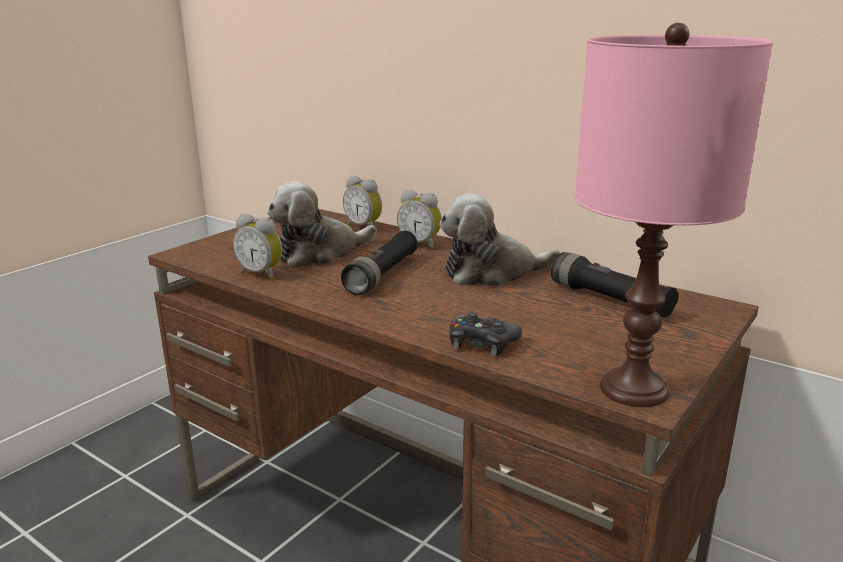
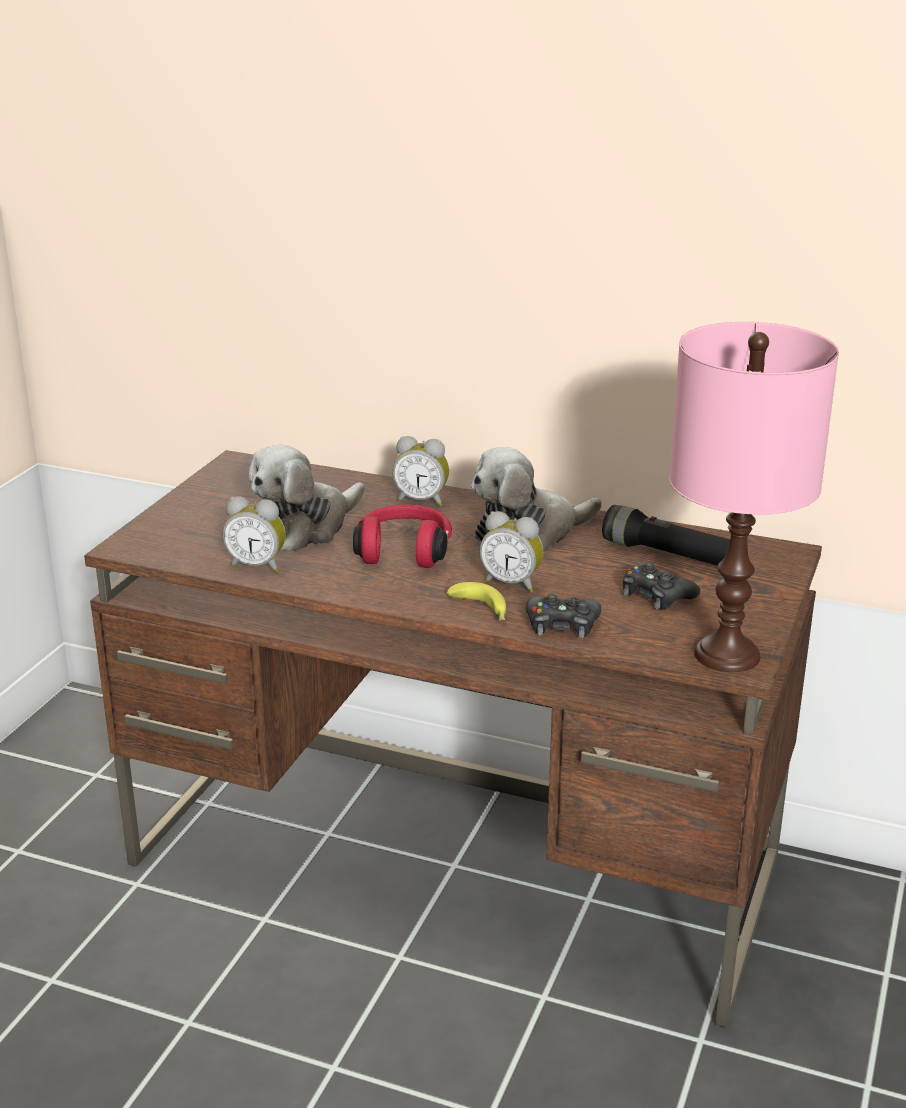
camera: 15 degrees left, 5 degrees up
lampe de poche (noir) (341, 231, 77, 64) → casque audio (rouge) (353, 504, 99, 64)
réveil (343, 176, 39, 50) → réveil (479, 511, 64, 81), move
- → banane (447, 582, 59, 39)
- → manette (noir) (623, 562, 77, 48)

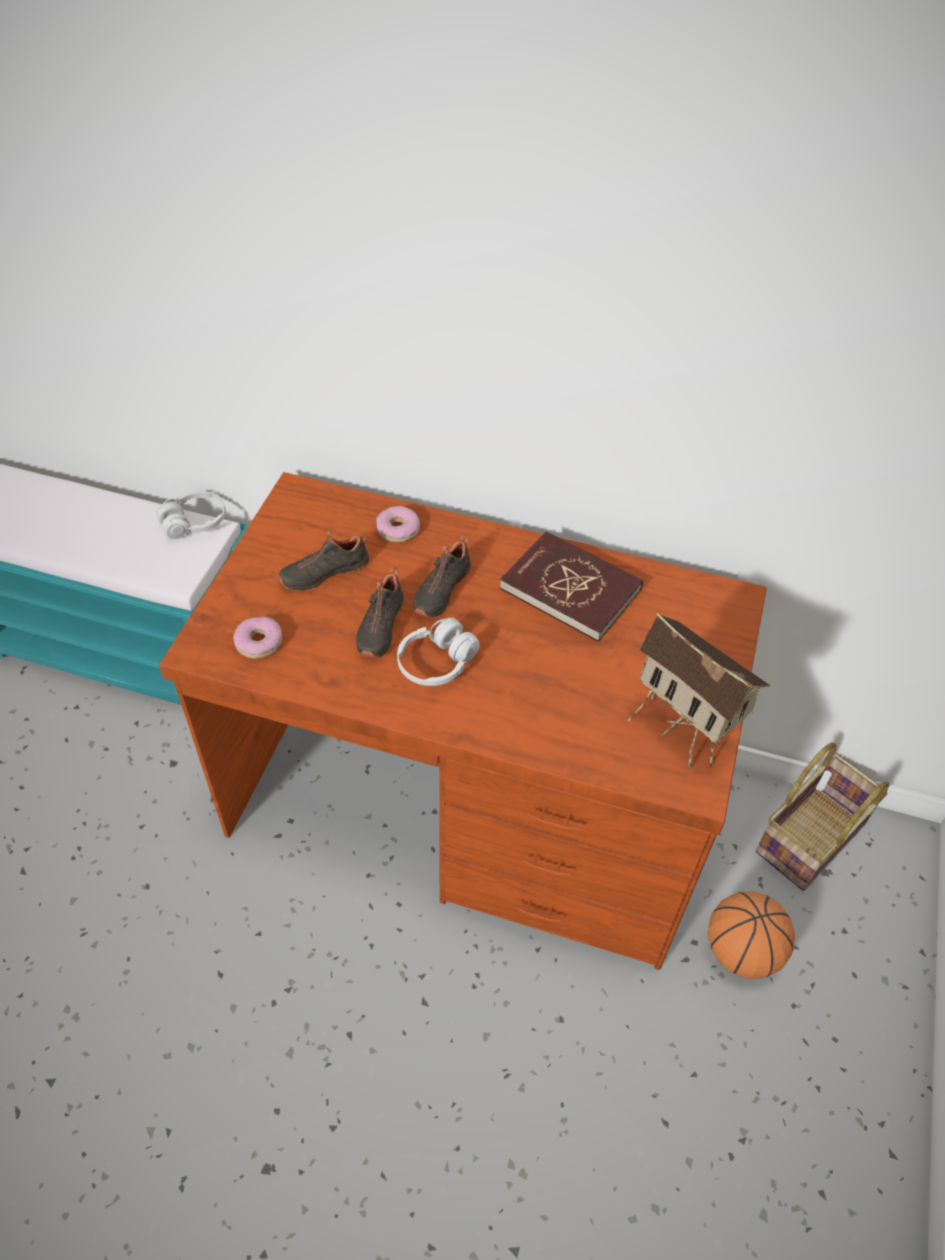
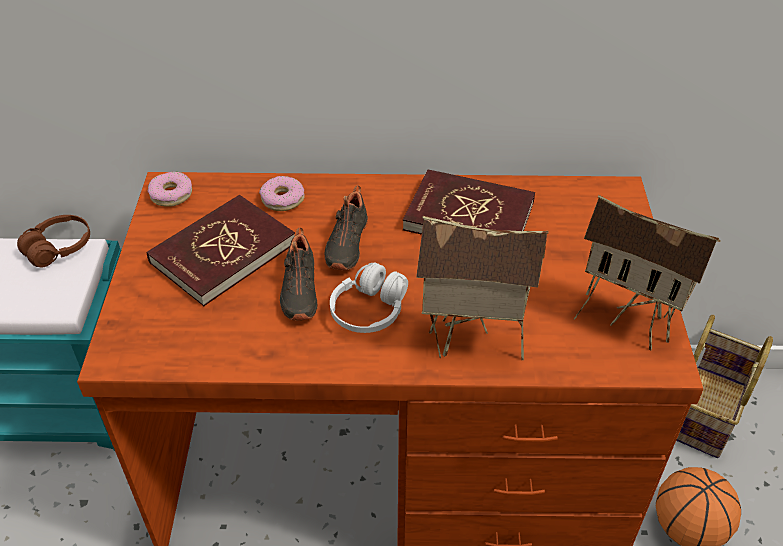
camera: 15 degrees left, 5 degrees down
casque audio (blanc) (157, 491, 69, 48) → casque audio (marron) (17, 215, 73, 53)
beignet (233, 616, 49, 43) → beignet (148, 171, 44, 36), move
chaussure (noir) (278, 531, 91, 60) → livre (rouge) (147, 195, 148, 111)
- → maison miniature (416, 216, 133, 144)

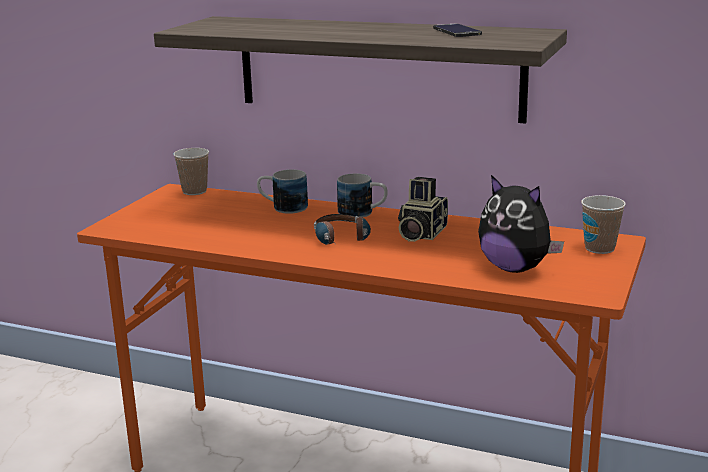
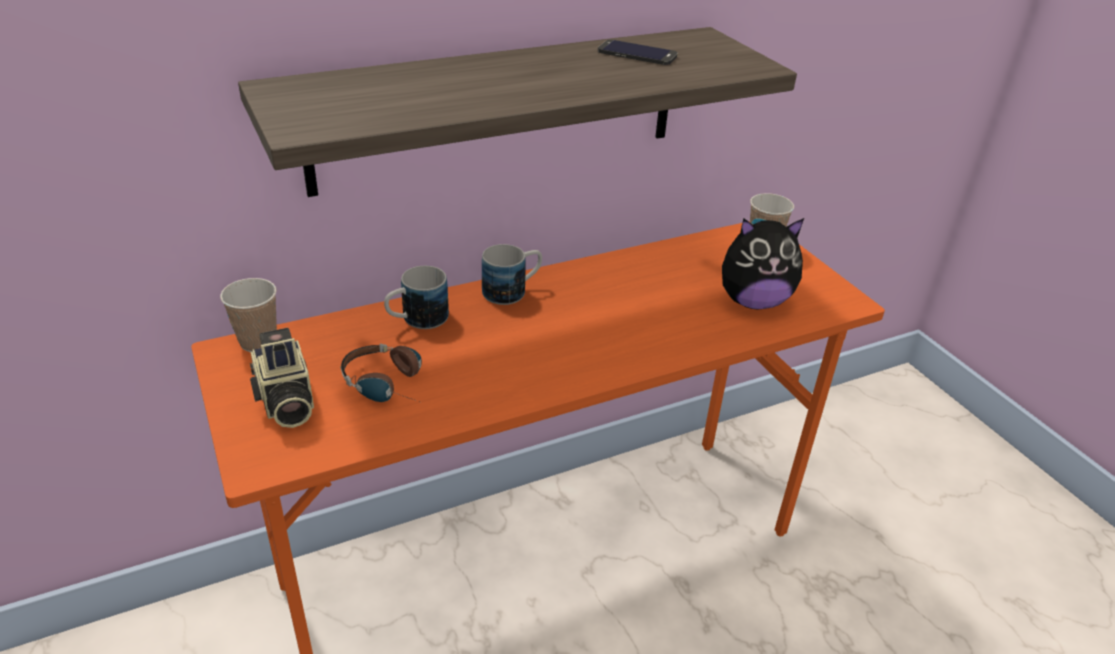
camera: 50 degrees left, 15 degrees up
casque audio (314, 214, 57, 32) → casque audio (340, 344, 82, 59), move
appareil photo (398, 177, 50, 65) → appareil photo (250, 328, 64, 100), move

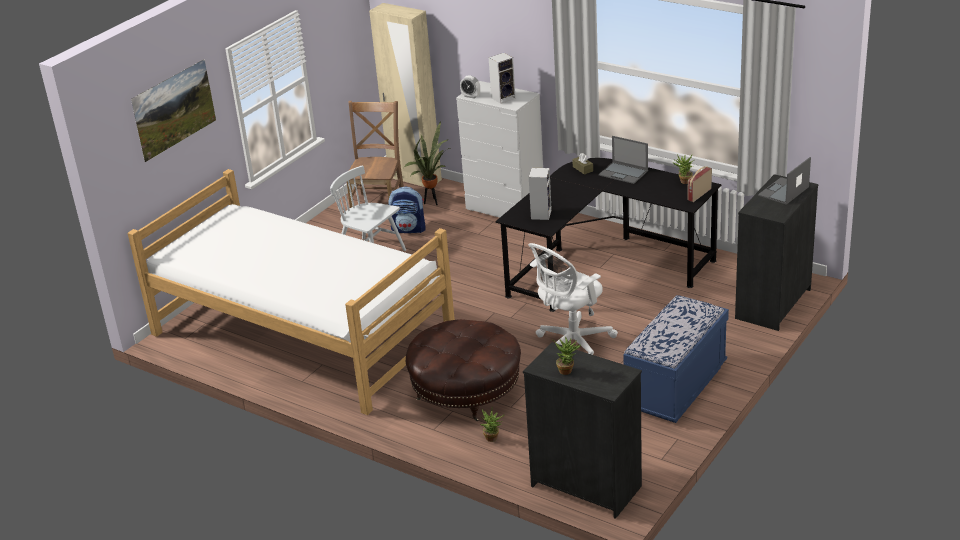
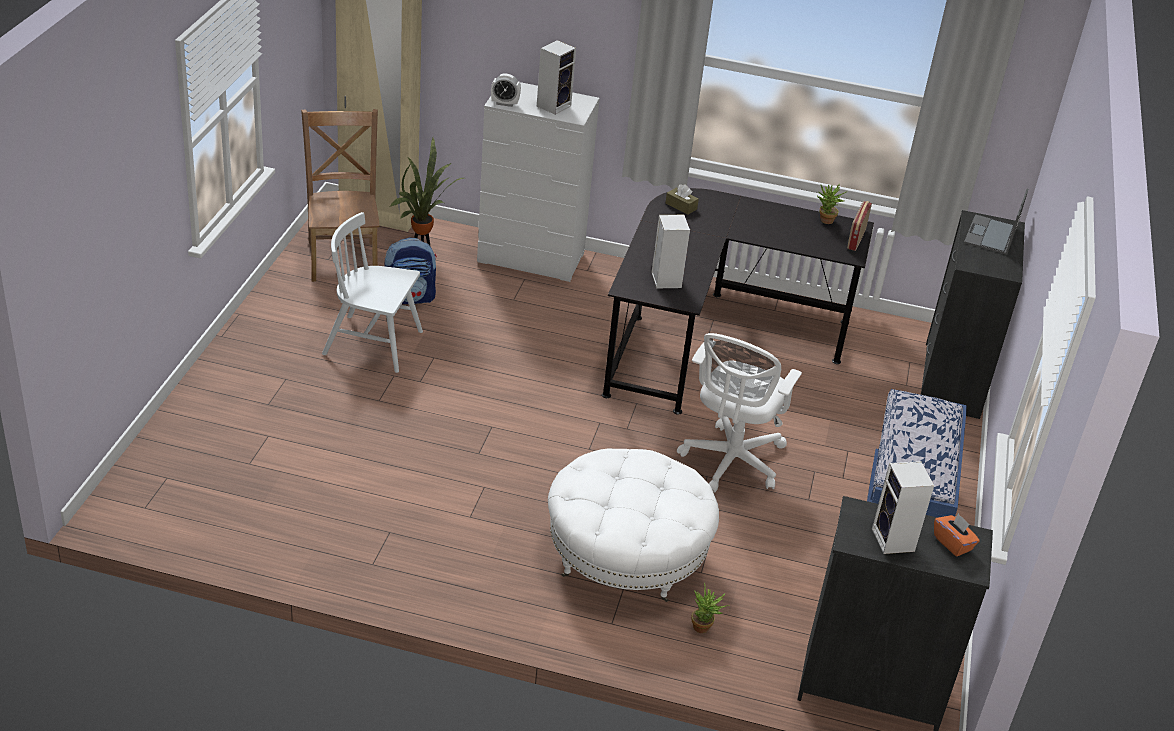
camera: 25 degrees left, 5 degrees up
lit (128, 169, 327, 246) → -
tableau (131, 59, 85, 103) → -
pouf (marron) (406, 319, 115, 102) → pouf (blanc) (548, 449, 171, 153)
plante en pot (553, 337, 28, 38) → enceinte (872, 461, 62, 93)
ordinateur portable (599, 136, 49, 48) → -
- → boîte à mouchoirs (orange) (934, 513, 46, 44)

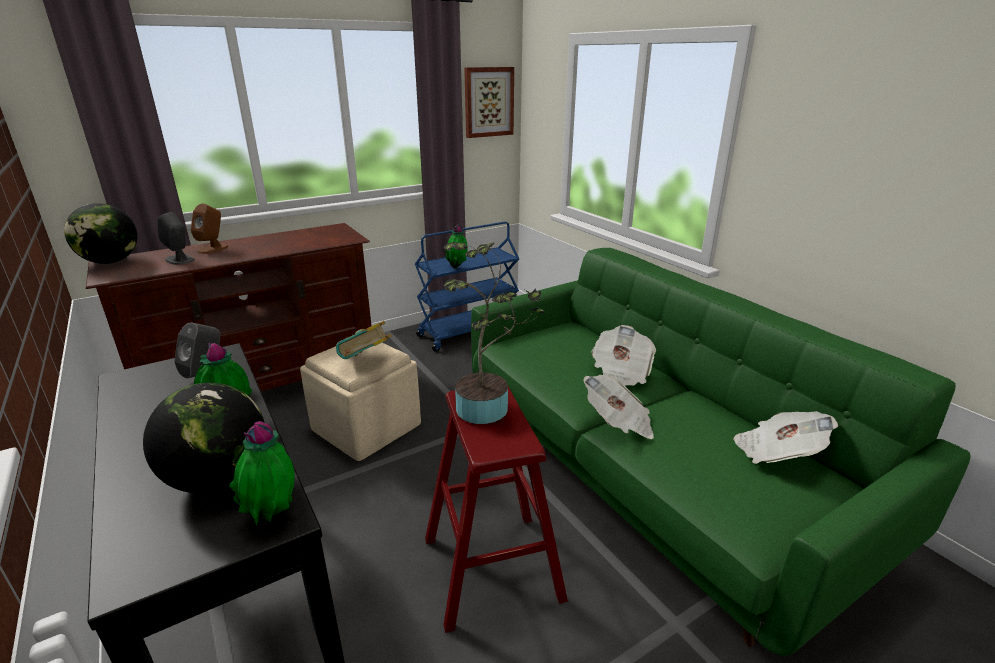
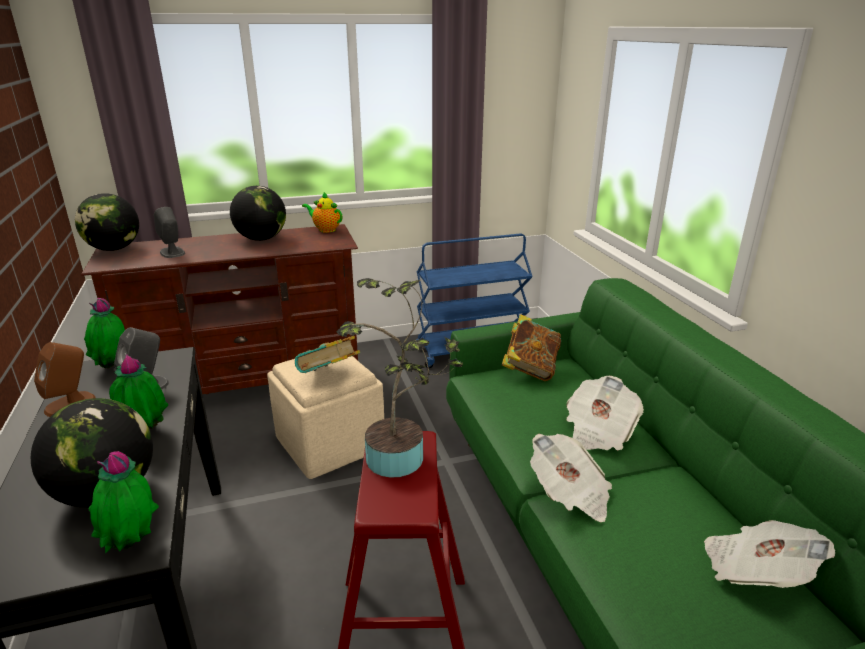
camera: 15 degrees right, 0 degrees up
enceinte (marron) (191, 203, 37, 51) → enceinte (marron) (34, 342, 62, 75), move
plante en pot (445, 224, 23, 44) → plante en pot (84, 298, 41, 70), move
tableau (464, 67, 50, 71) → -
- → globe (230, 186, 56, 55)
- → théière (302, 192, 40, 41)
- → livre (502, 314, 59, 67)

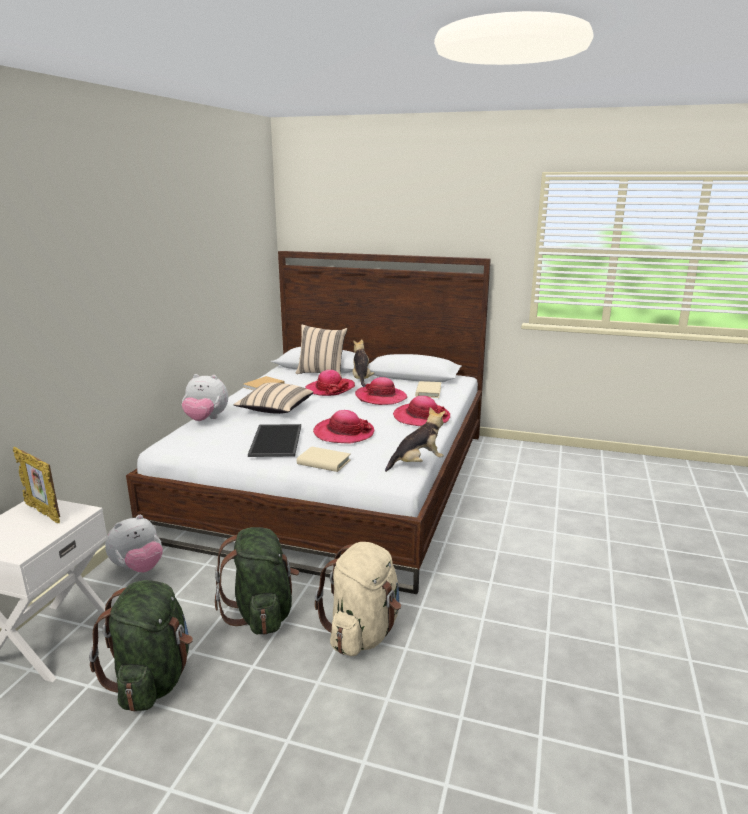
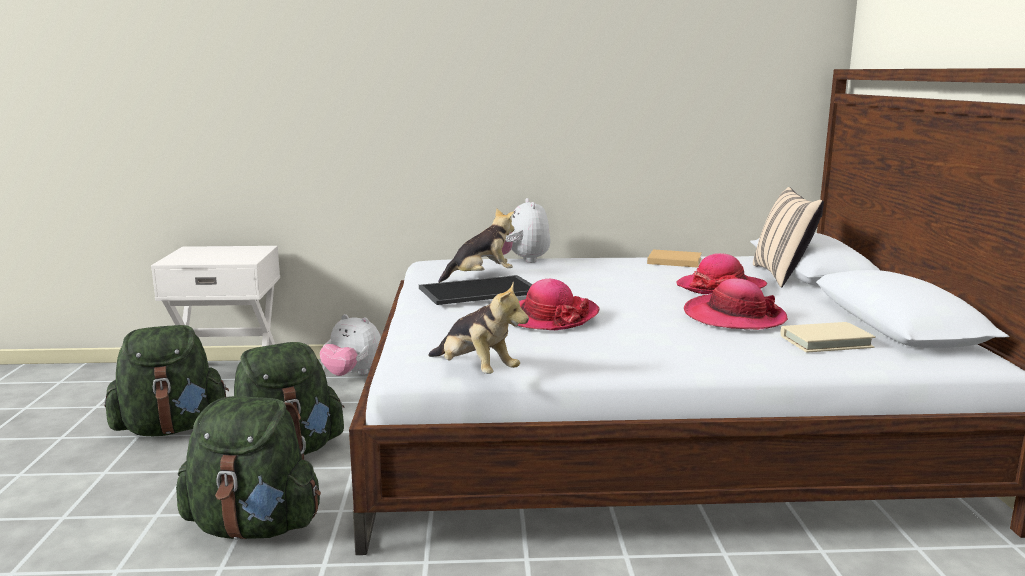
camera: 70 degrees right, 5 degrees down
cadre photo (13, 447, 47, 76) → -
coussin (beige) (234, 383, 79, 31) → -
livre (beige) (297, 446, 54, 26) → -
sac à dos (beige) (315, 542, 86, 114) → sac à dos (vert) (176, 396, 145, 144)
peluche (352, 339, 22, 48) → peluche (438, 208, 76, 75), move
chapeau (393, 396, 57, 30) → -

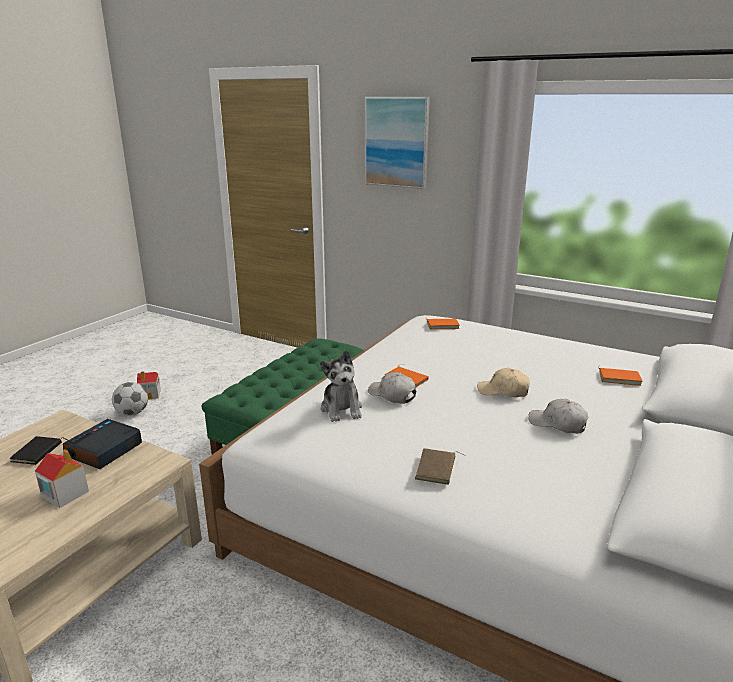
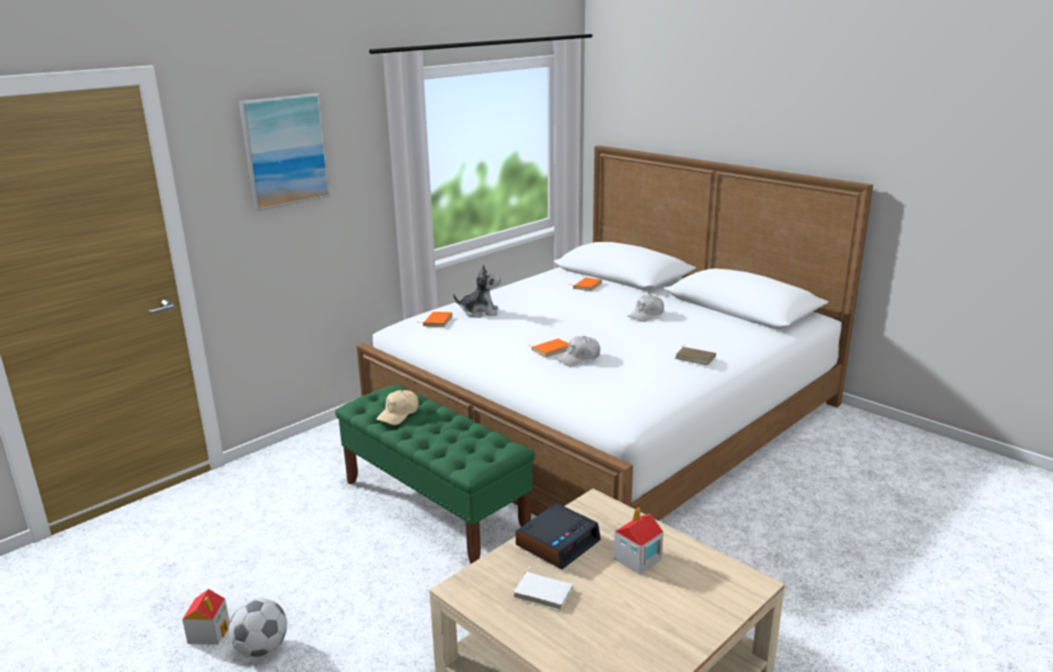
camera: 75 degrees left, 0 degrees up
livre (noir) (10, 436, 57, 29) → livre (blanc) (513, 566, 60, 44)
réveil (63, 419, 79, 50) → réveil (515, 503, 86, 66), 90 degrees counterclockwise
peluche (320, 350, 42, 72) → peluche (453, 264, 48, 54), move
casquette (beige) (477, 368, 53, 29) → casquette (beige) (376, 390, 43, 35), move

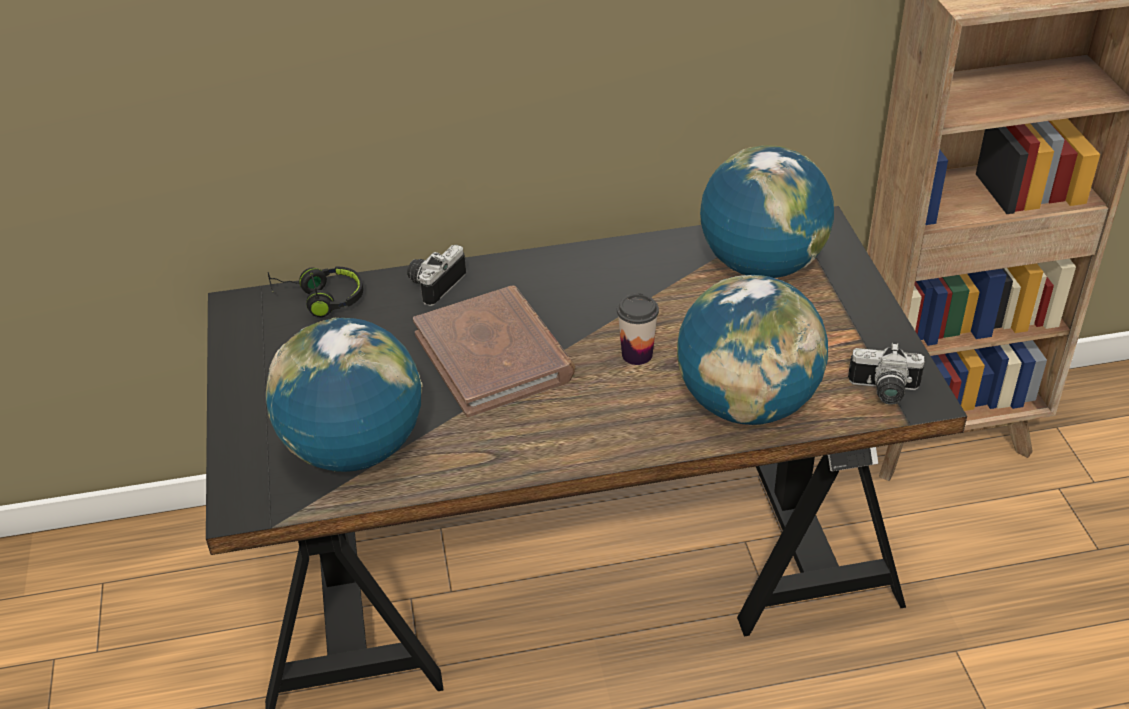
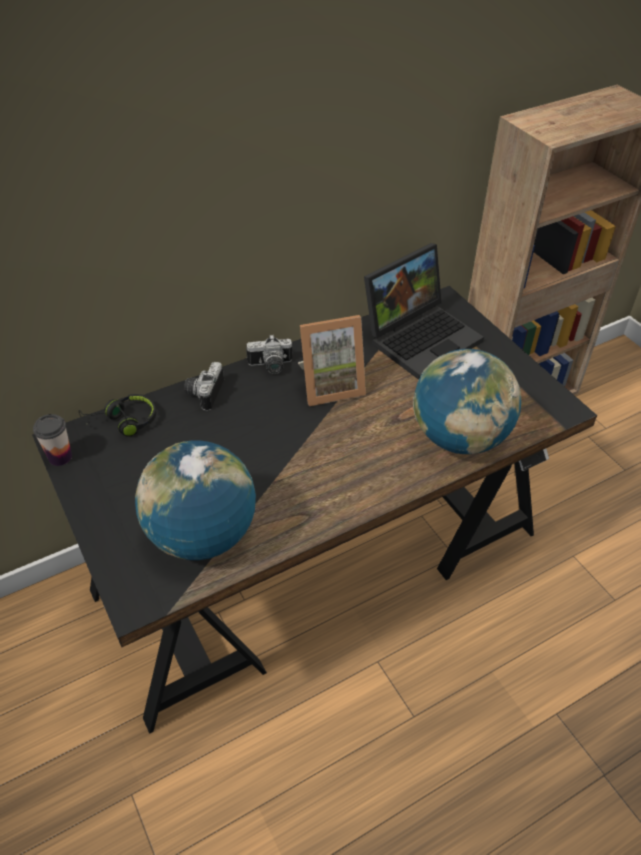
camera: 20 degrees left, 5 degrees up
livre (marron) (413, 285, 162, 133) → -
tasse (617, 293, 42, 72) → tasse (33, 414, 39, 52), move
globe (700, 145, 134, 133) → ordinateur portable (364, 243, 120, 137)
appareil photo (848, 343, 77, 62) → appareil photo (246, 334, 47, 40), move
- → cadre photo (298, 315, 68, 91)

